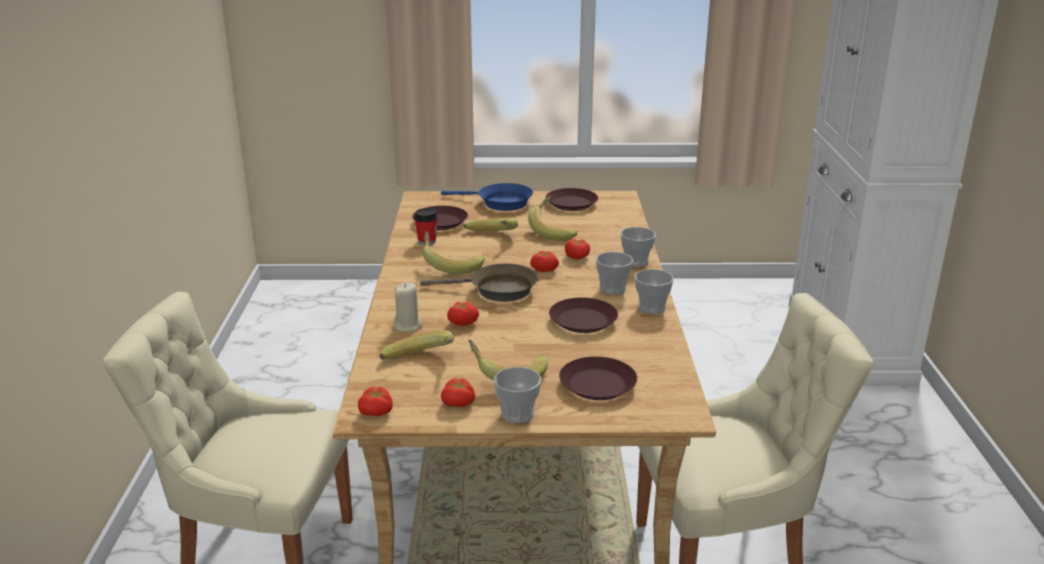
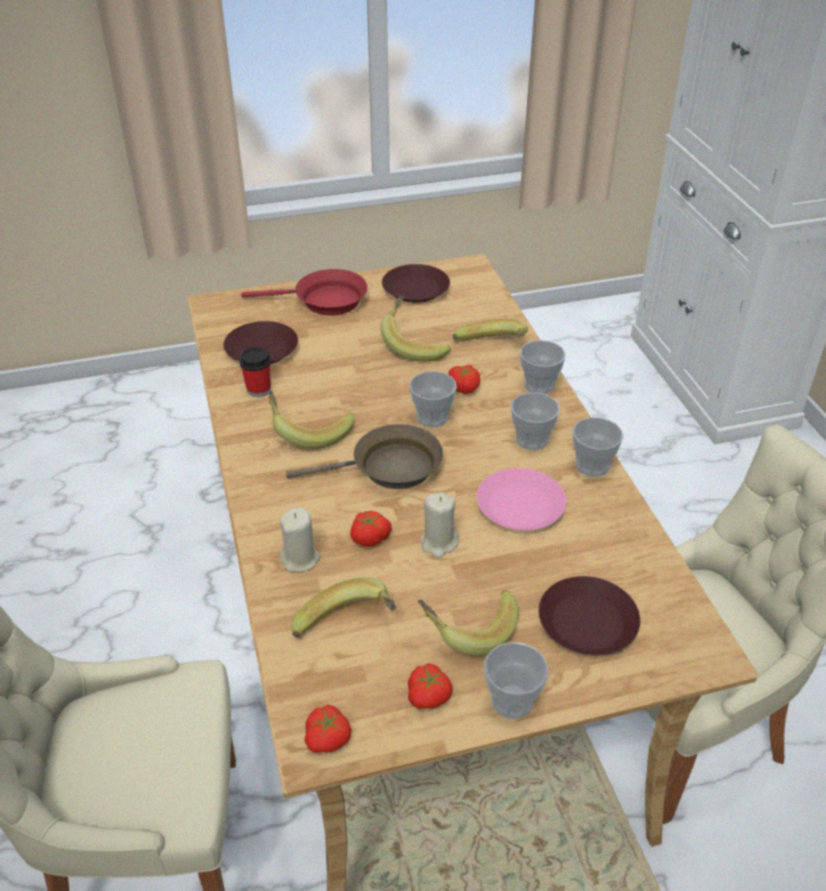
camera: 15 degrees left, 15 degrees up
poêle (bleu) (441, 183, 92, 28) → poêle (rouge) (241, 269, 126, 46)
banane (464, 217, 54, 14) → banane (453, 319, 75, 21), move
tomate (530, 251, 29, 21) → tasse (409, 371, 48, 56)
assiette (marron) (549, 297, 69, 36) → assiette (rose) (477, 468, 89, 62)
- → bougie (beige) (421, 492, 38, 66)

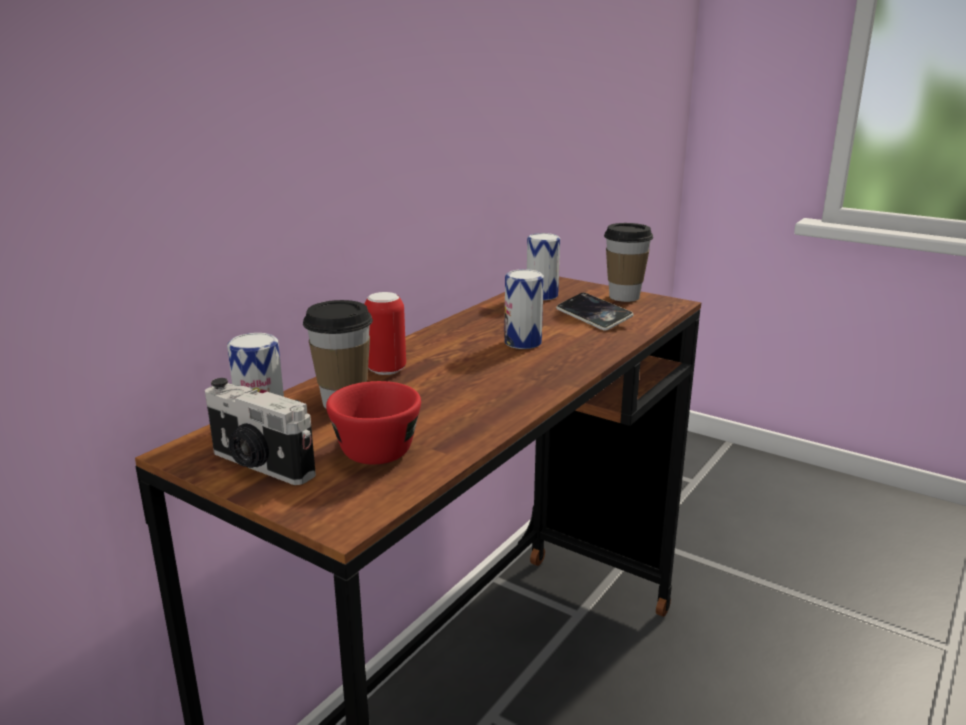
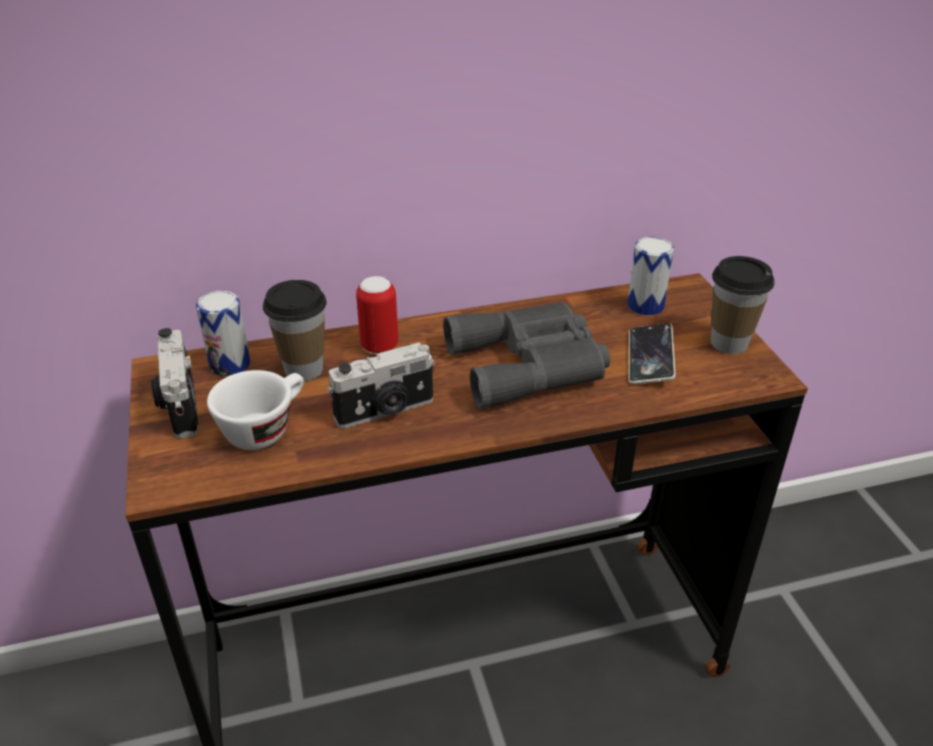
camera: 40 degrees right, 15 degrees up
tasse (rouge) (326, 381, 95, 84) → tasse (blanc) (207, 370, 97, 80)
boîte métallique (504, 269, 40, 80) → jumelles (gris) (443, 302, 167, 107)
- → appareil photo (327, 342, 108, 87)

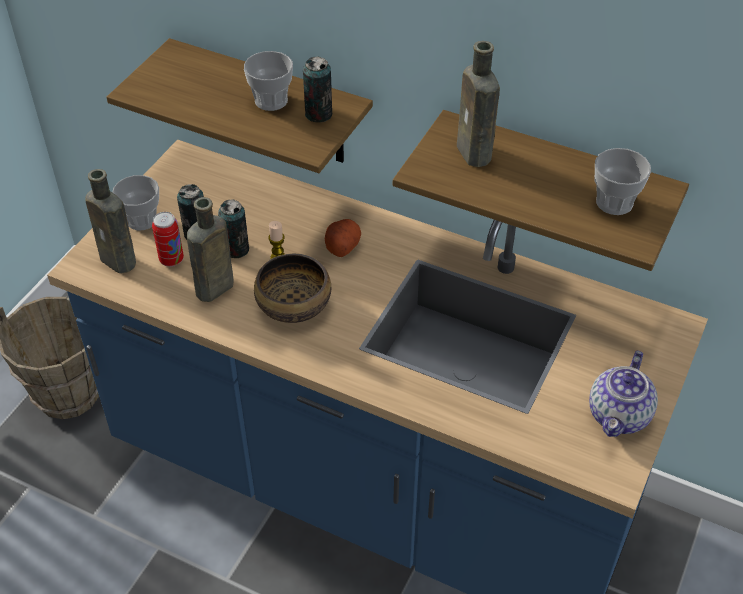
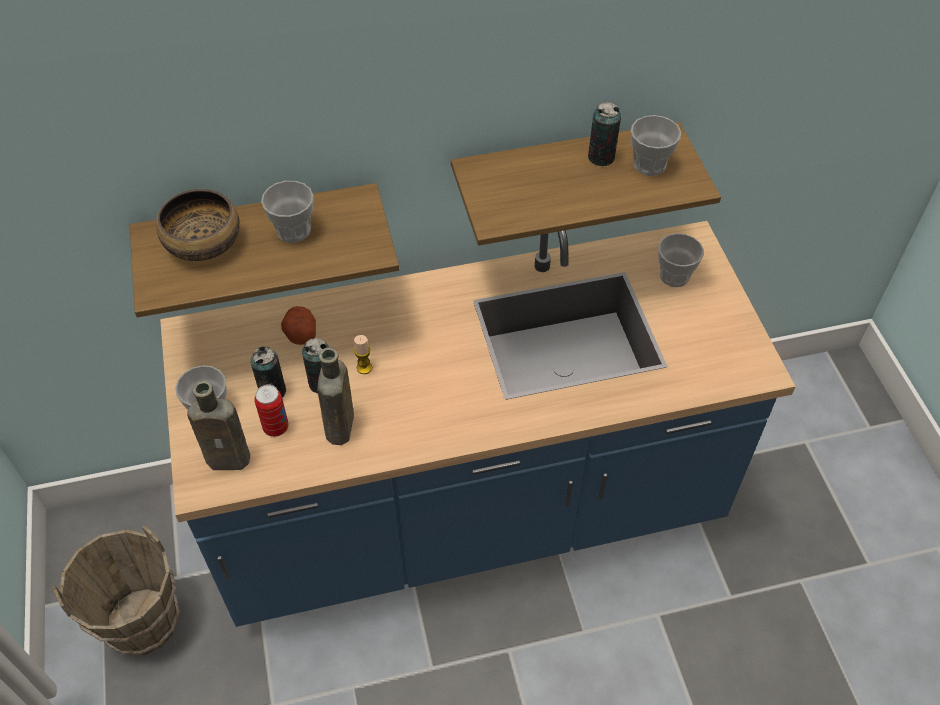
camera: 40 degrees left, 5 degrees up
bol (254, 253, 77, 70) → bol (157, 189, 83, 72), move
boîte métallique (303, 56, 29, 66) → boîte métallique (588, 102, 33, 64), move
pomme de terre (325, 219, 36, 38) → pomme de terre (281, 306, 35, 39), move
bouteille (marron) (457, 41, 43, 126) → -
théière (589, 351, 69, 86) → -
- → tasse (658, 233, 46, 54)

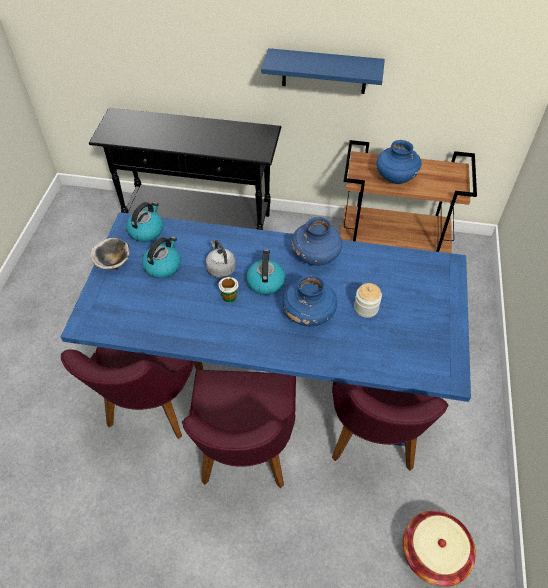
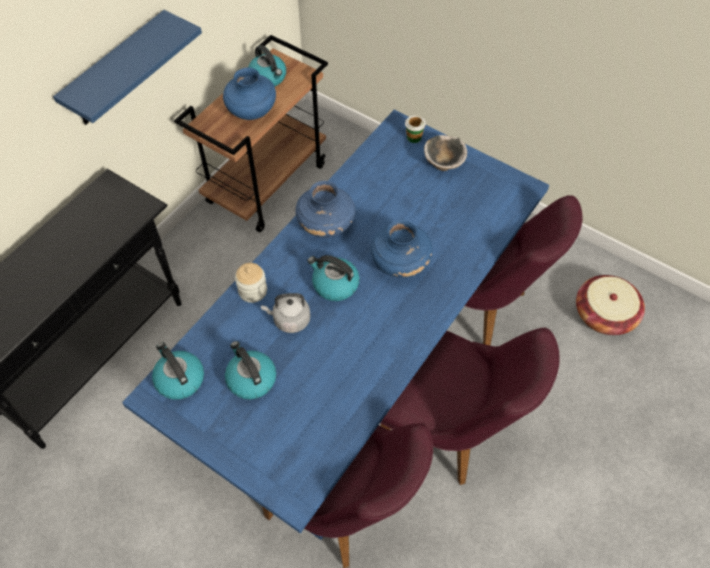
camera: 65 degrees left, 5 degrees up
bol (90, 238, 40, 32) → bol (424, 135, 43, 36), move
tasse (218, 277, 20, 26) → tasse (405, 115, 21, 28), move
bocal (354, 283, 28, 35) → bocal (235, 263, 32, 40), move
- → bouilloire (248, 45, 38, 42)

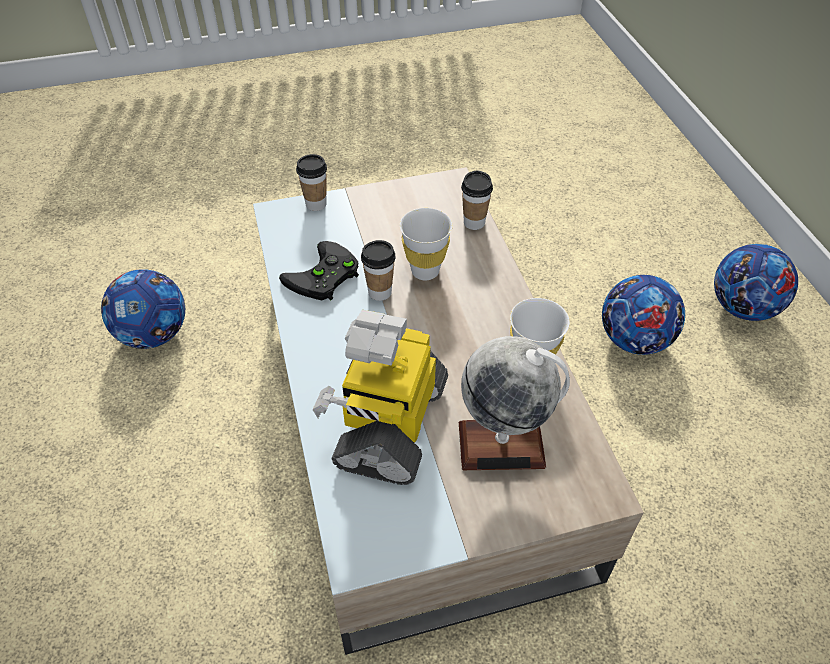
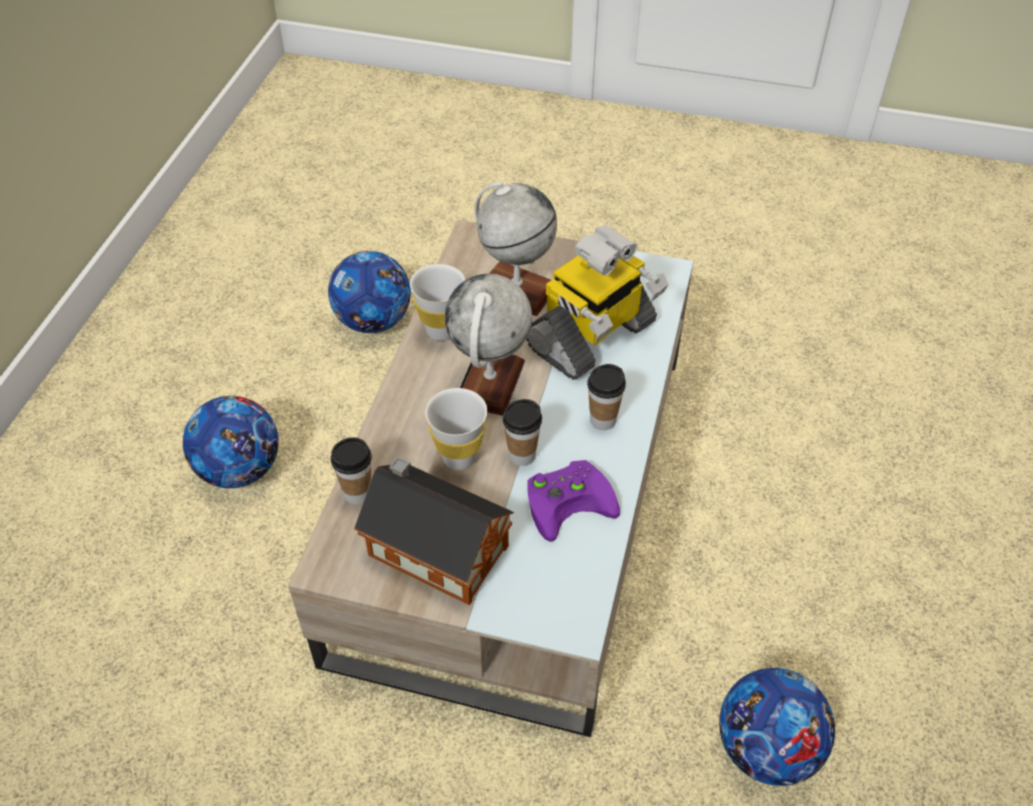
camera: 150 degrees left, 0 degrees up
manette (noir) (279, 241, 80, 60) → manette (violet) (527, 460, 93, 82)
tasse (296, 154, 31, 57) → tasse (587, 364, 39, 66), move
ballon de foot (714, 244, 84, 77) → ballon de foot (328, 251, 83, 82), move
- → maison miniature (354, 456, 160, 149)
- → globe (445, 274, 87, 142)

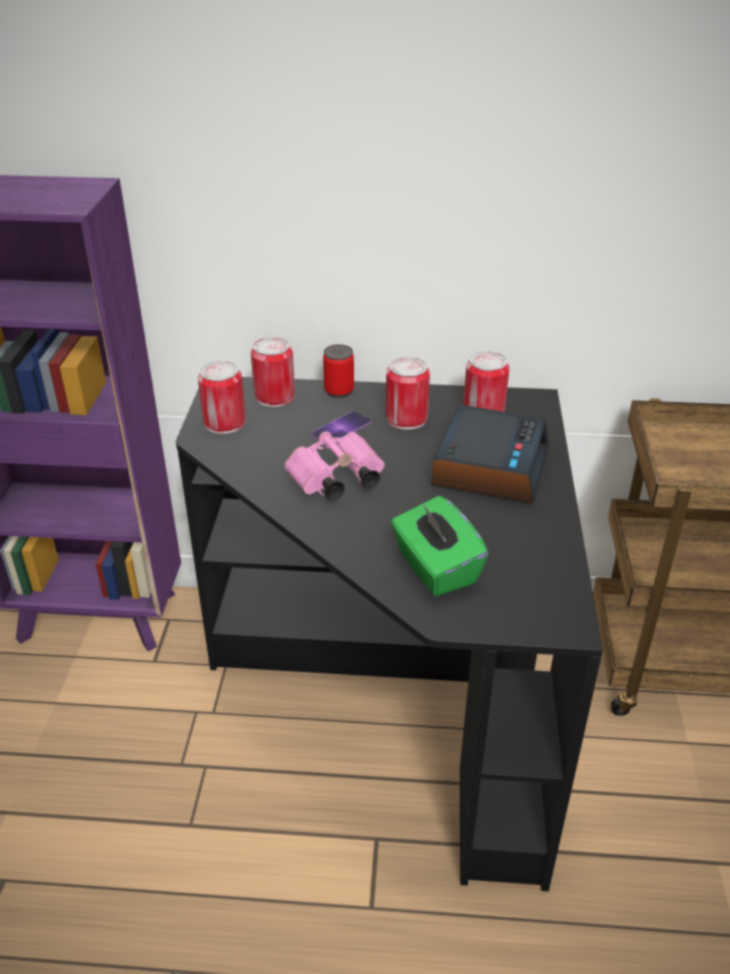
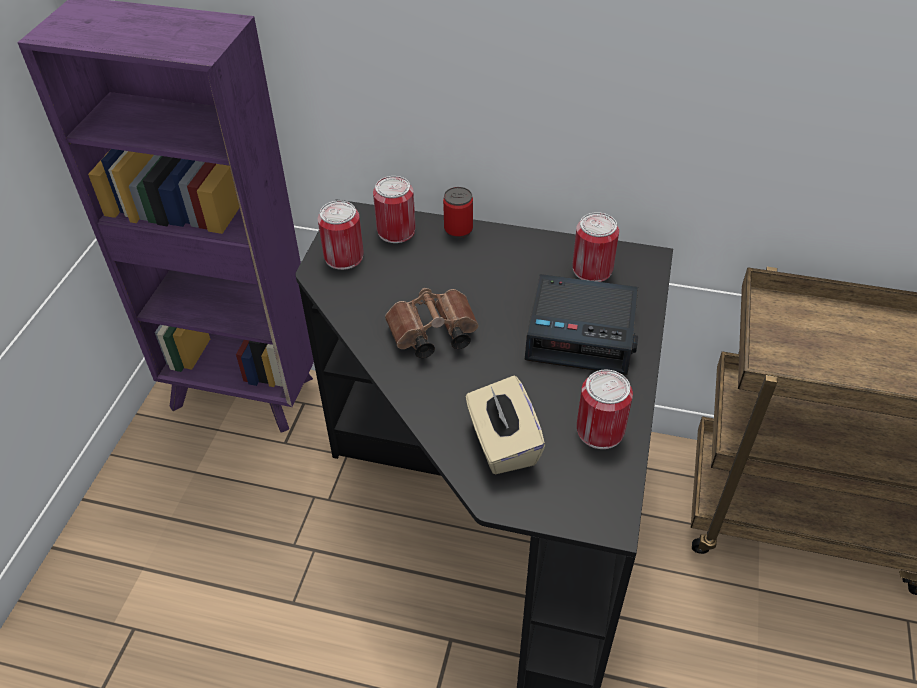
camera: 10 degrees right, 10 degrees up
jumelles (rose) (284, 431, 100, 69) → jumelles (marron) (385, 288, 93, 70)
téléphone (310, 411, 62, 35) → -
boîte métallique (386, 357, 44, 73) → boîte métallique (577, 370, 56, 79), move
boîte à mouchoirs (vert) (391, 496, 98, 100) → boîte à mouchoirs (beige) (466, 376, 79, 99)
réveil (431, 405, 118, 98) → réveil (525, 274, 113, 101), 75 degrees clockwise

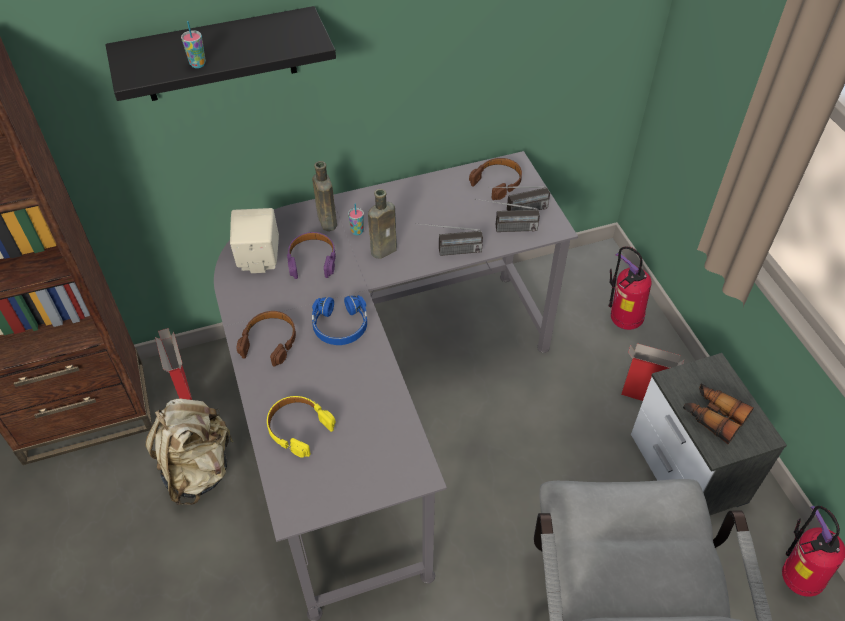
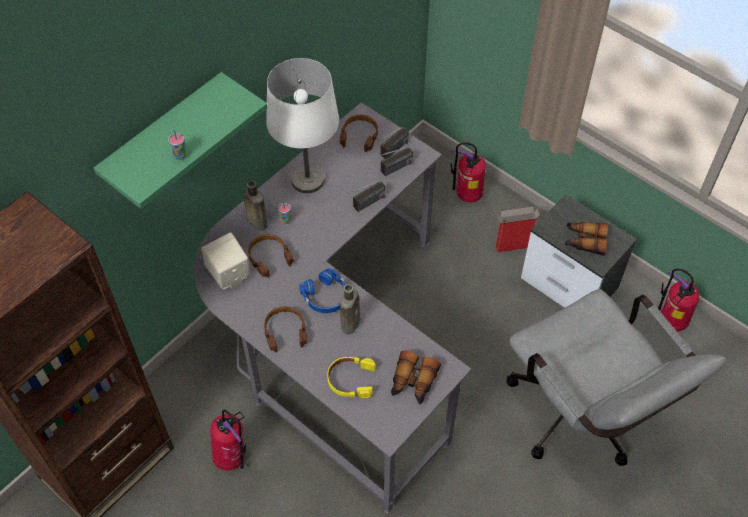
camera: 30 degrees left, 5 degrees up
étagère (noir) (105, 6, 231, 95) → étagère (vert) (94, 72, 174, 137)
sac à dos (beige) (146, 399, 88, 106) → extincteur (210, 410, 37, 61)
carton (155, 328, 37, 72) → -
casque audio (violet) (287, 232, 49, 47) → casque audio (marron) (248, 234, 46, 44)
bouteille (marron) (368, 189, 29, 70) → bouteille (marron) (340, 284, 20, 50), move
- → lampe de table (blanc) (266, 58, 73, 135)
- → jumelles (391, 350, 50, 54)

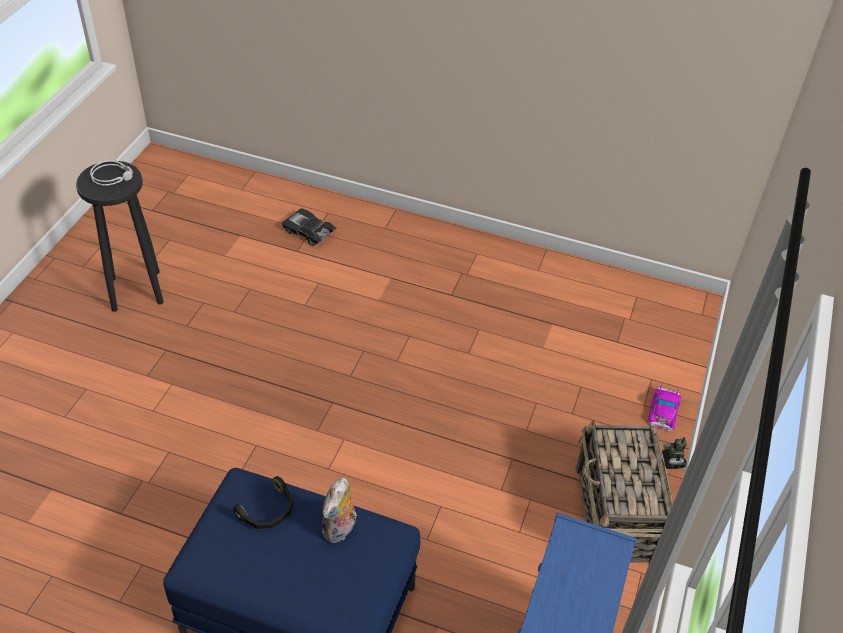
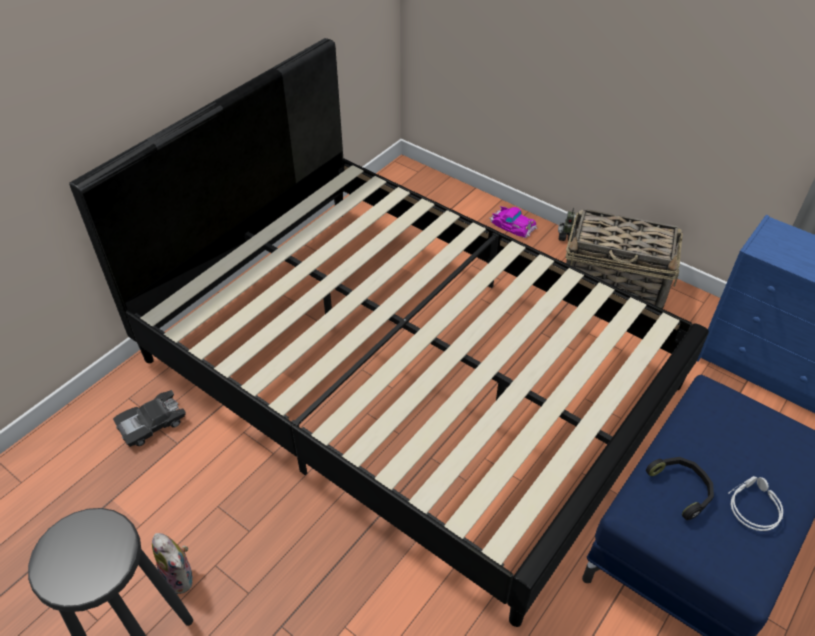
camera: 70 degrees left, 0 degrees up
casque audio (gris) (90, 160, 43, 26) → casque audio (gris) (728, 476, 55, 55), move
peluche (322, 478, 35, 65) → peluche (152, 533, 41, 61), move
- → lit (noir) (69, 38, 640, 589)

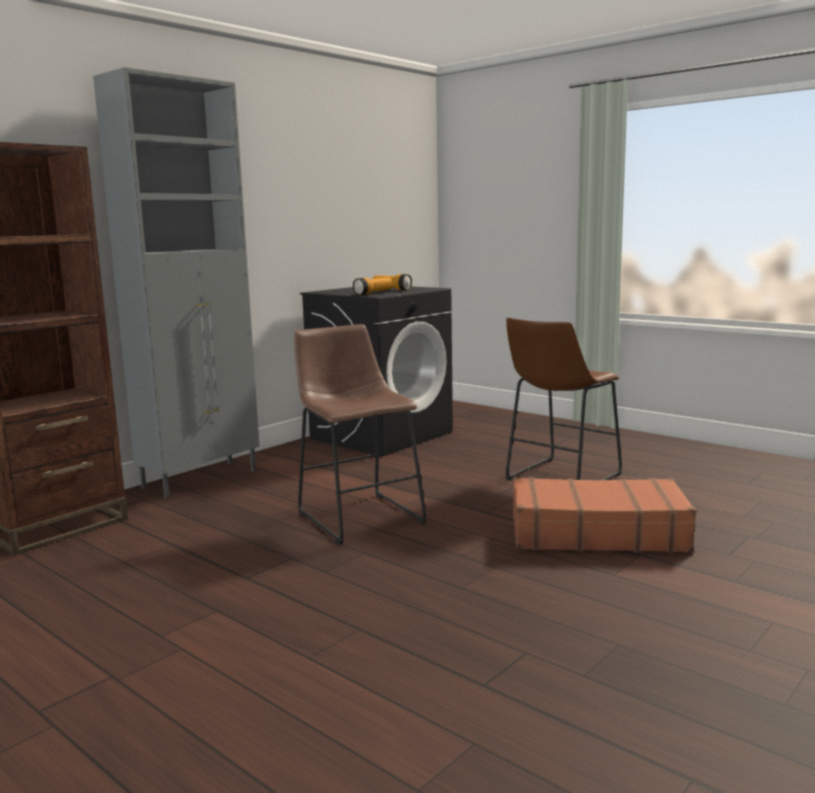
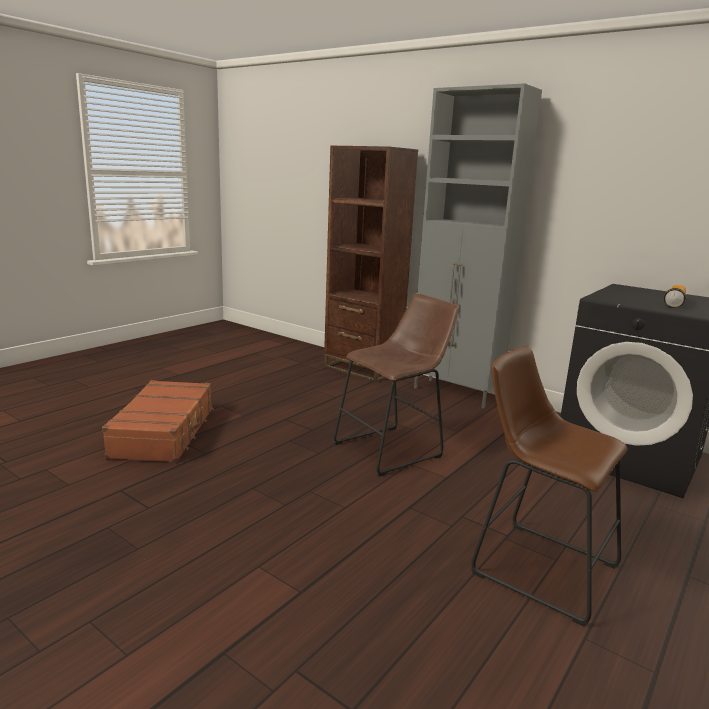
camera: 85 degrees right, 5 degrees up
lampe de poche (353, 278, 39, 17) → -
valise (marron) (513, 477, 183, 76) → valise (marron) (102, 380, 112, 82), move

